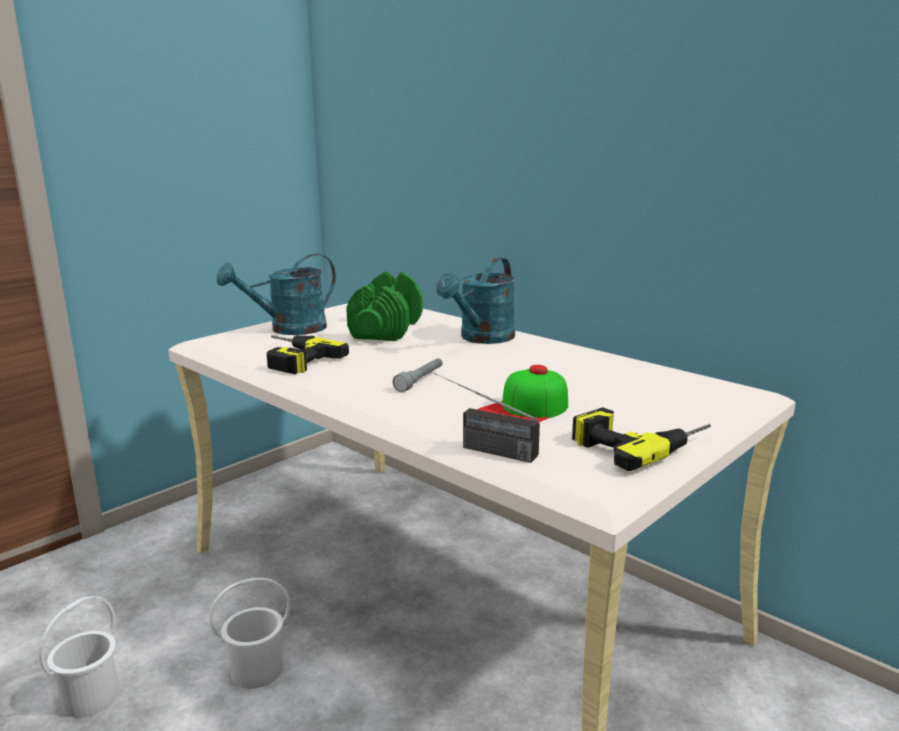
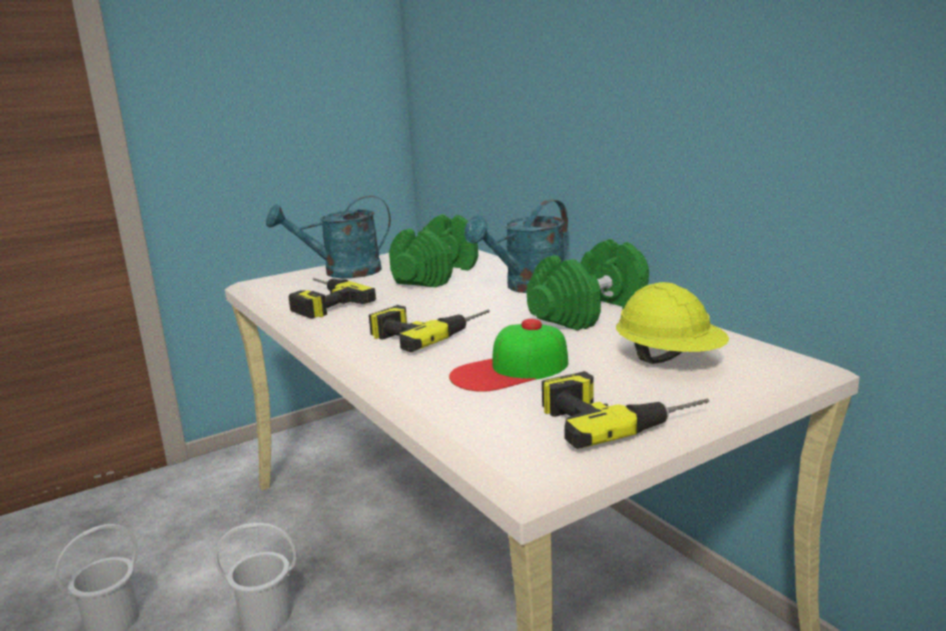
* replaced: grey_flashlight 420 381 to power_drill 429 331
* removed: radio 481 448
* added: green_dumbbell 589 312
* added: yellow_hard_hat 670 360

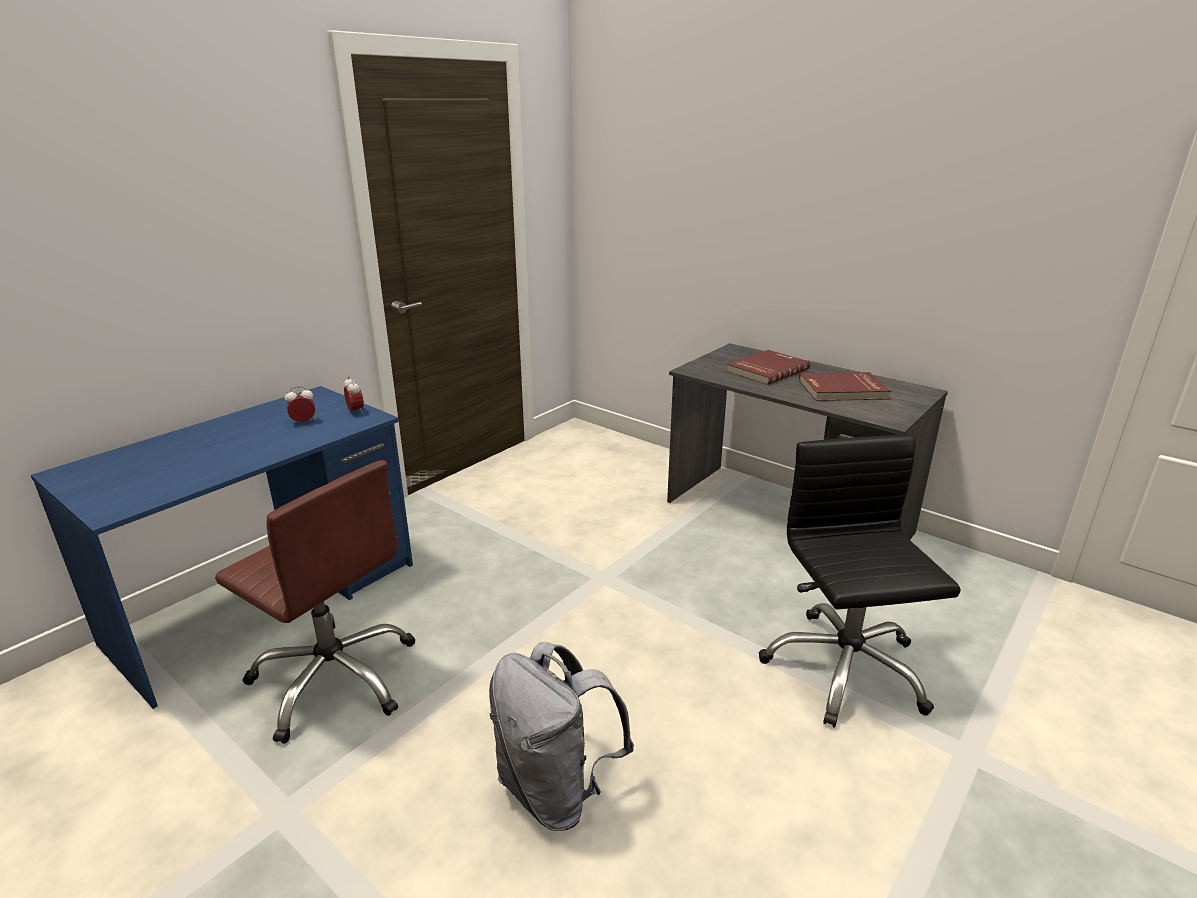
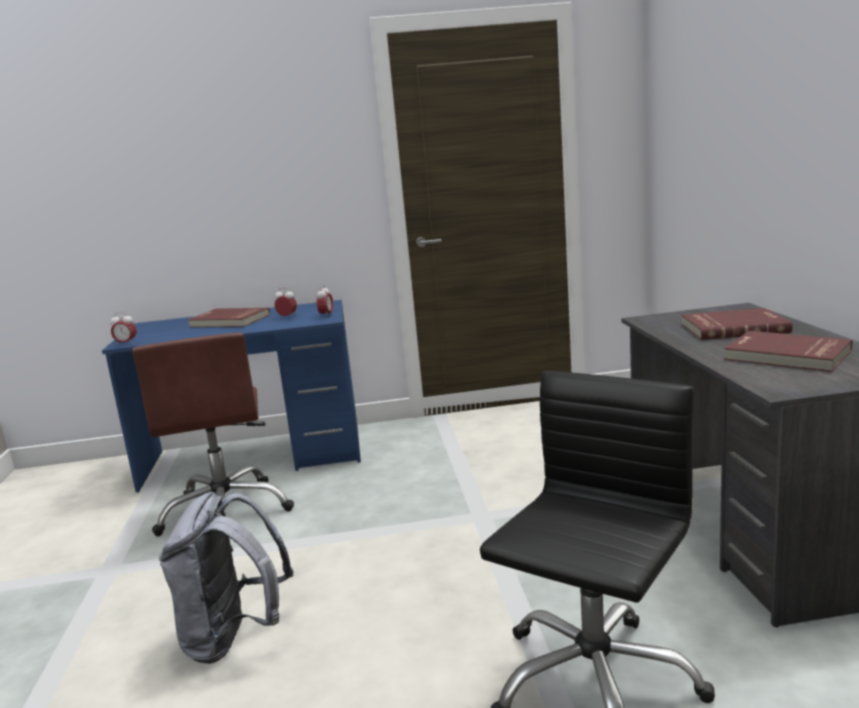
* added: alarm_clock 126 344
* added: red_book 229 321

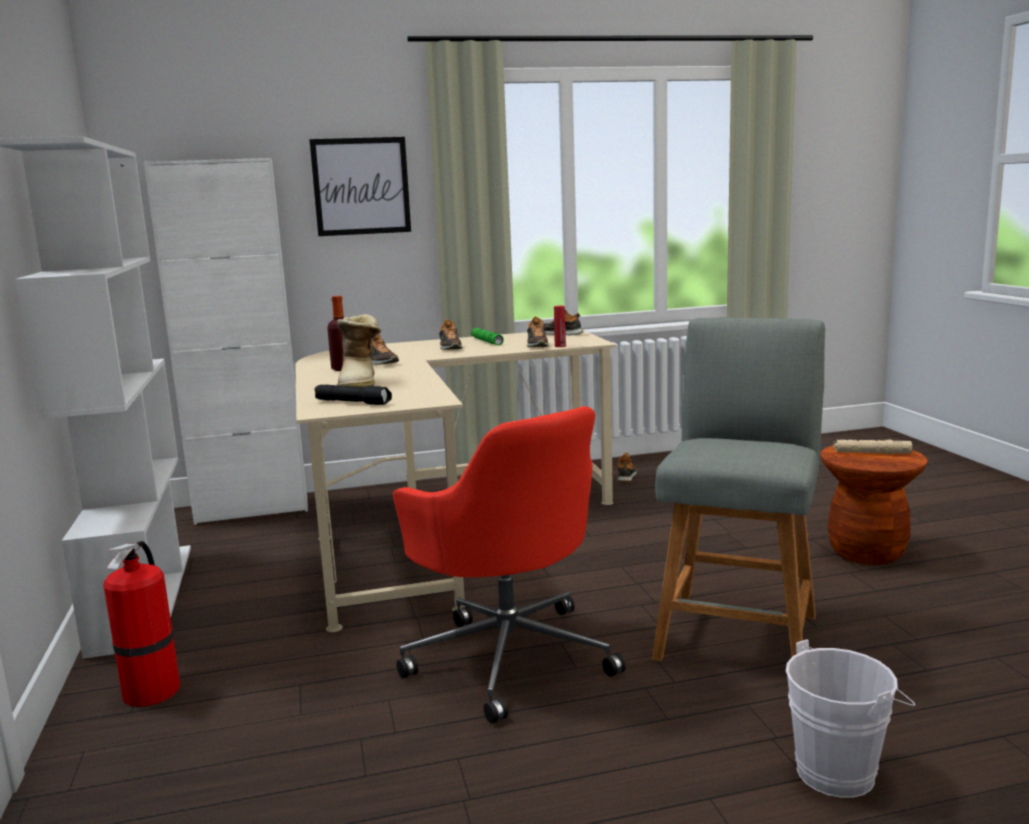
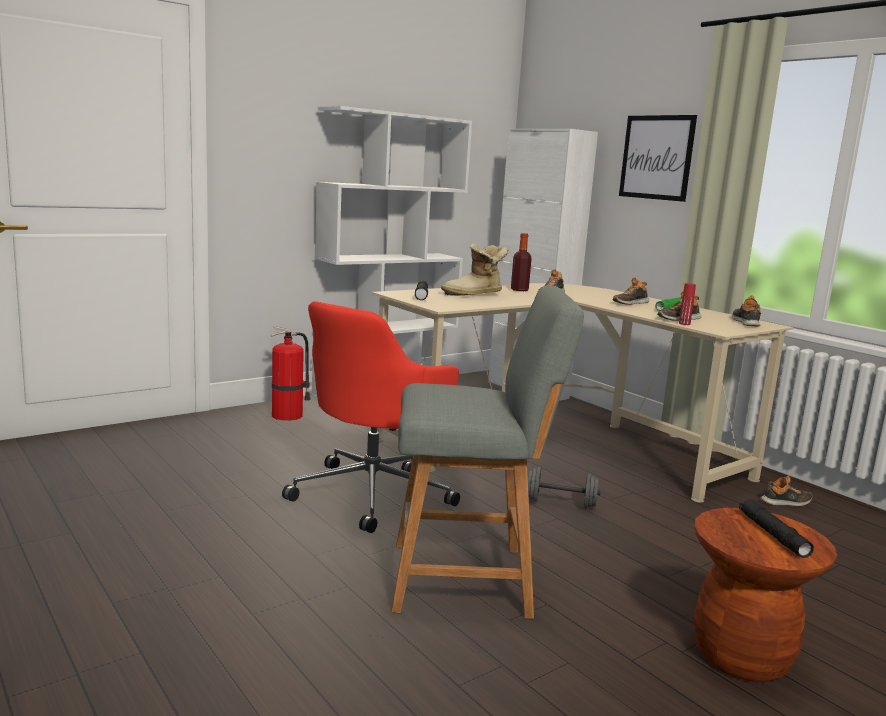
* removed: white_bucket 842 770
* recoloured: beige_flashlight 871 453 to black_flashlight 772 534
* added: grey_dumbbell 560 503

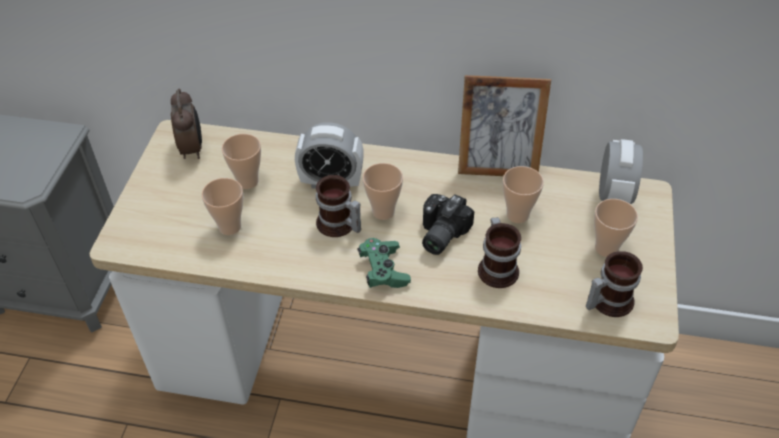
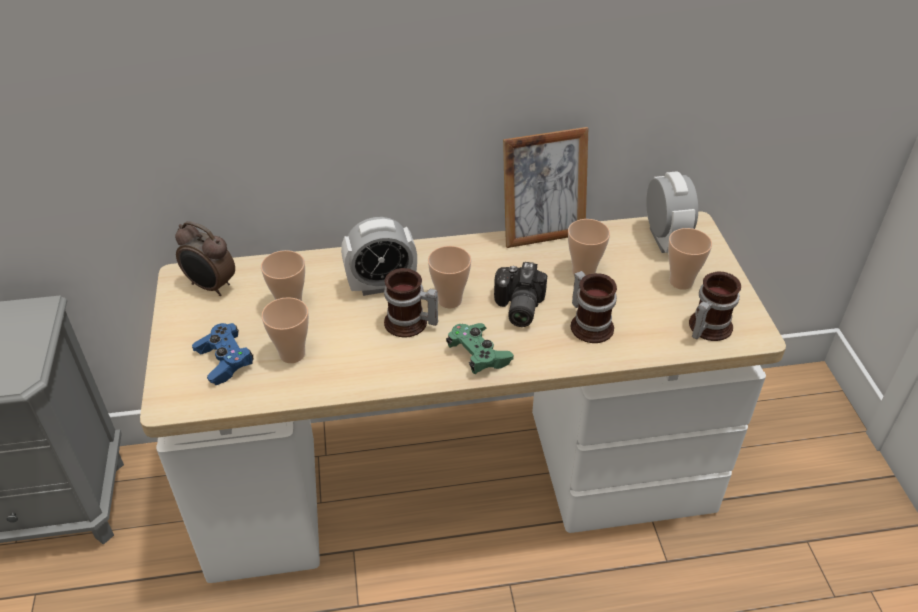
* turned: alarm_clock 192 148 = 211 287 150 degrees clockwise
* added: blue_game_controller 225 361

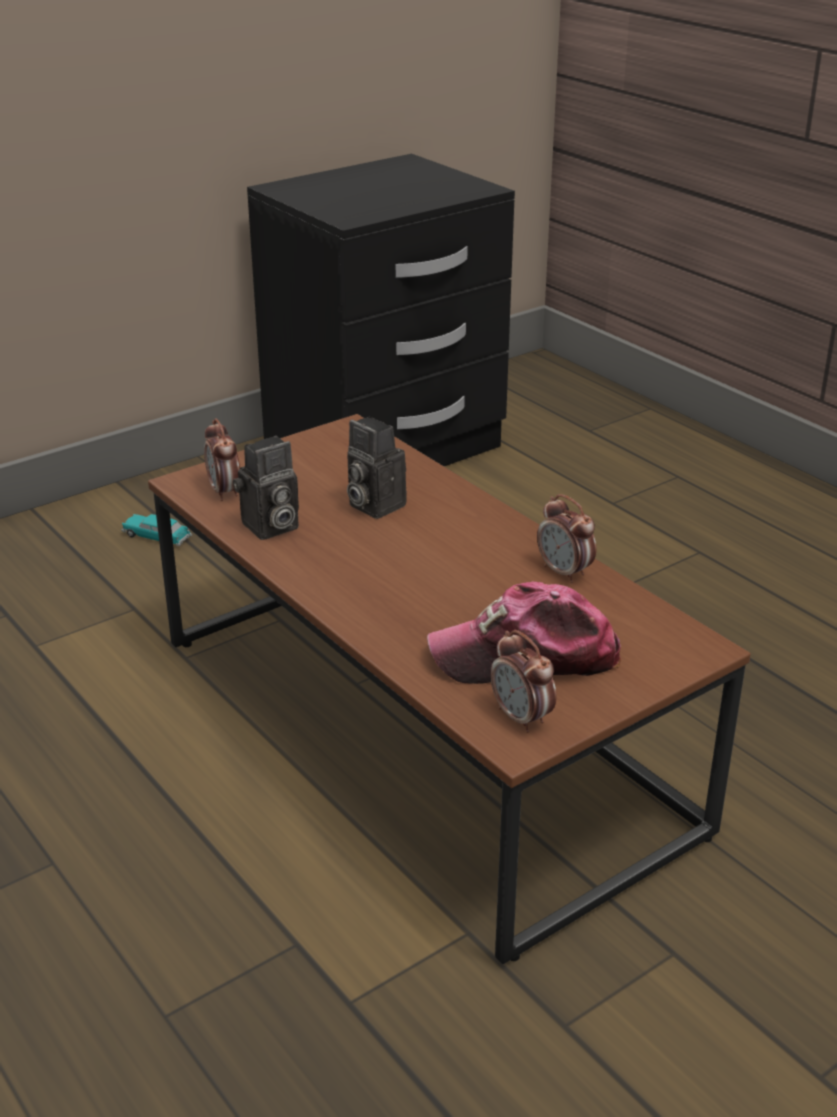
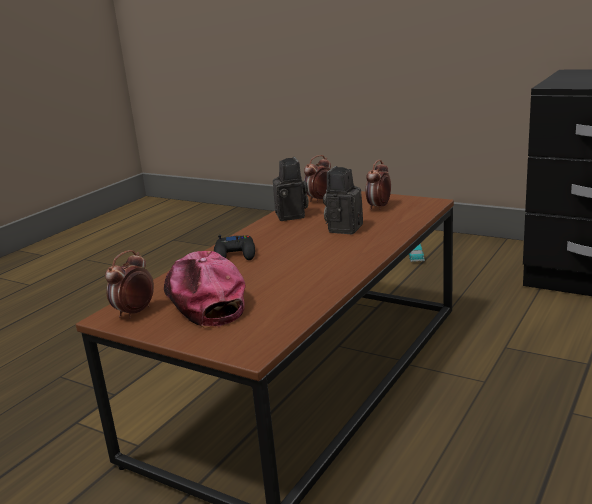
* turned: photo_camera 269 528 = 292 216 135 degrees counterclockwise
* moved: alarm_clock 564 572 to 379 207
* added: black_game_controller 235 254

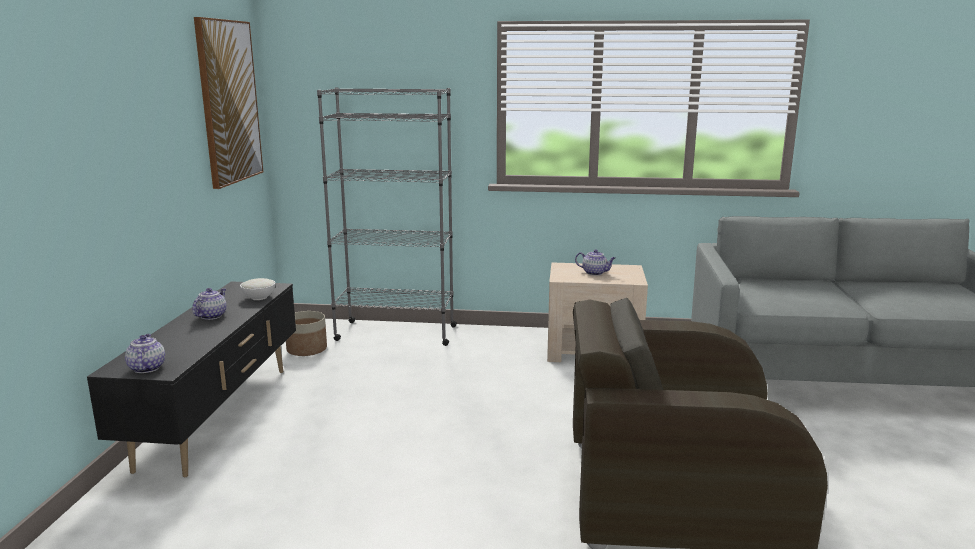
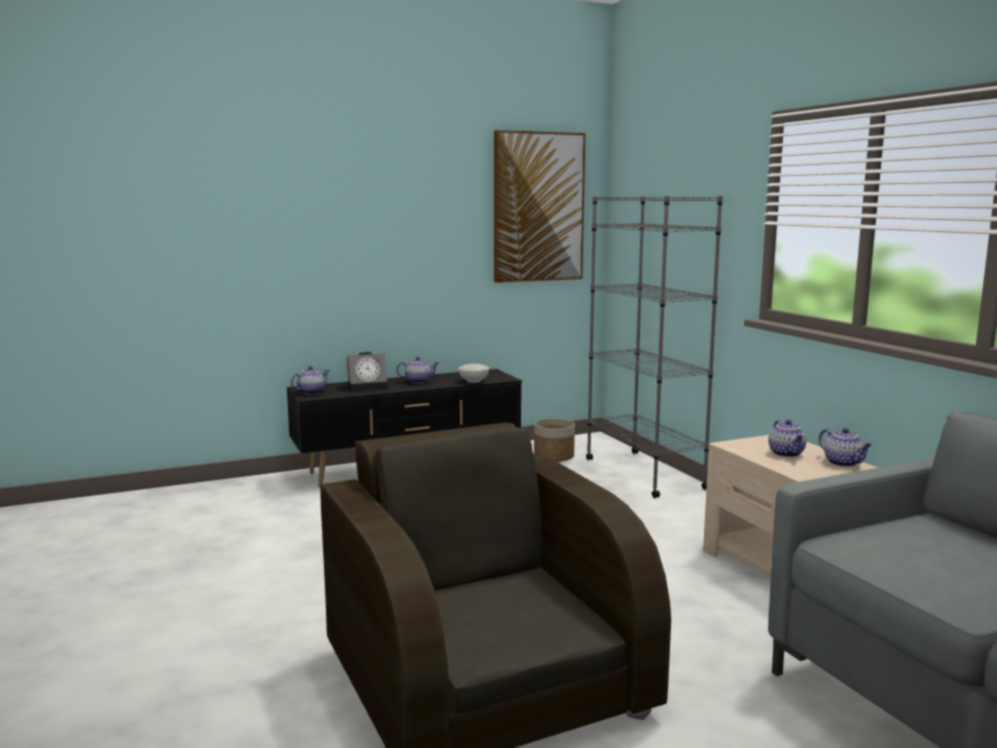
* added: alarm_clock 368 386
* added: teapot 843 463

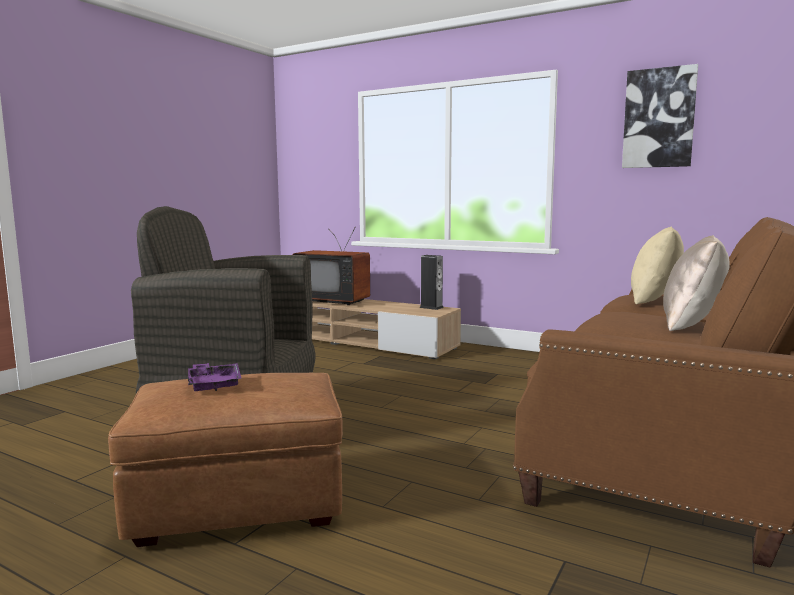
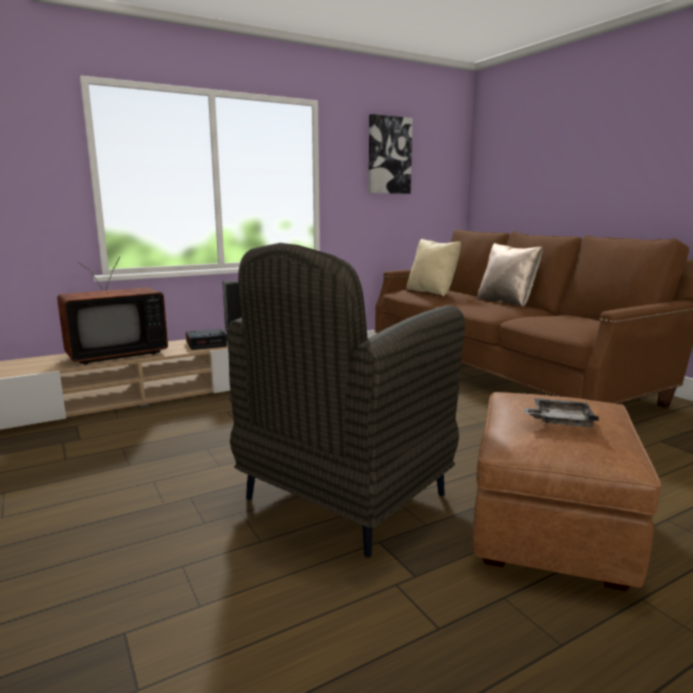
* recoloured: purple_tray 214 384 to grey_tray 560 421
* added: alarm_clock 206 344

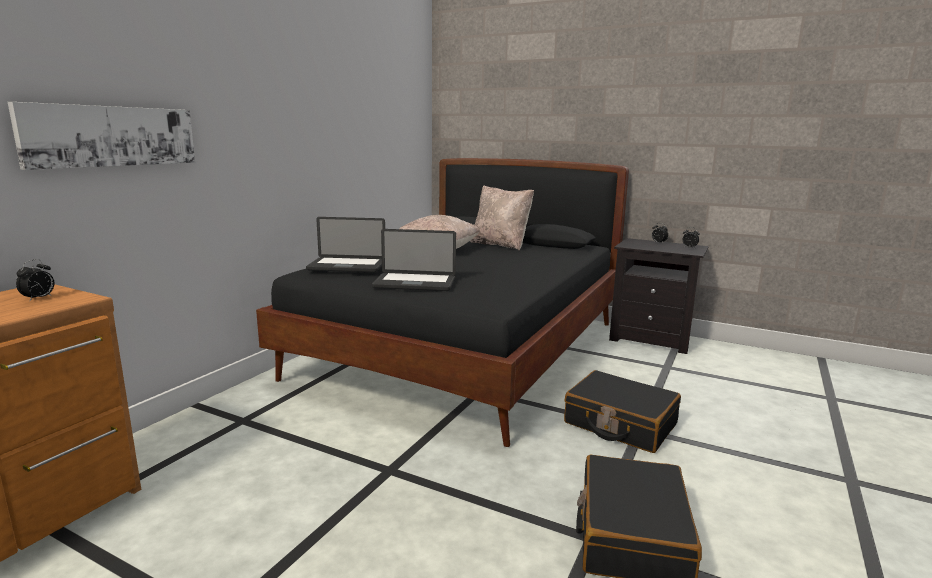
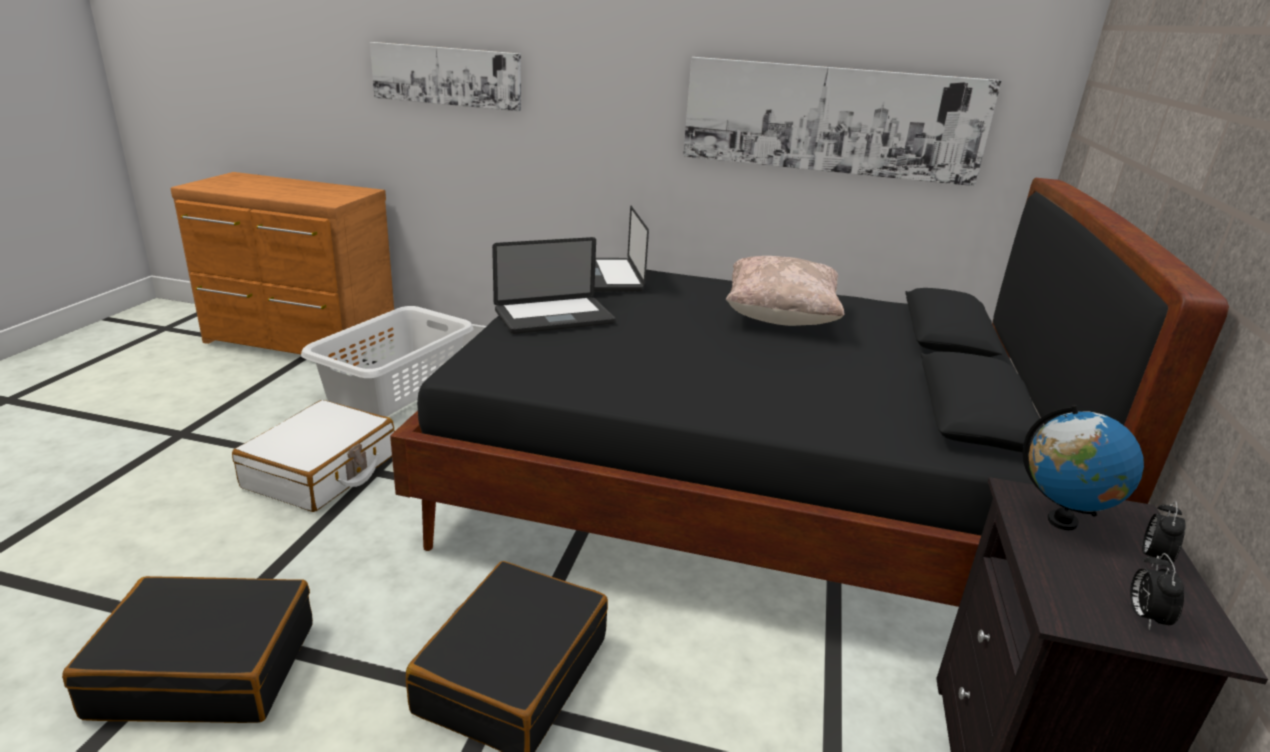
* removed: alarm_clock 39 298
* turned: laptop 414 283 = 554 317 105 degrees counterclockwise
* removed: beige_pillow 500 245
* added: white_suitcase 322 471
* added: white_laundry_basket 397 387
* added: picture 832 120
* added: globe 1061 521

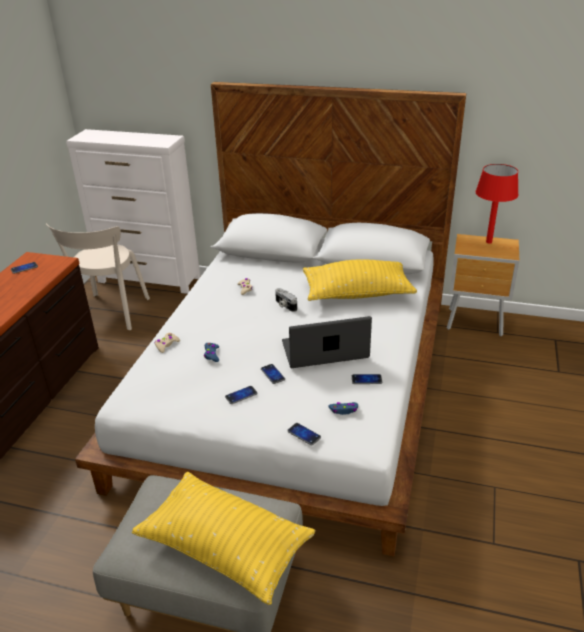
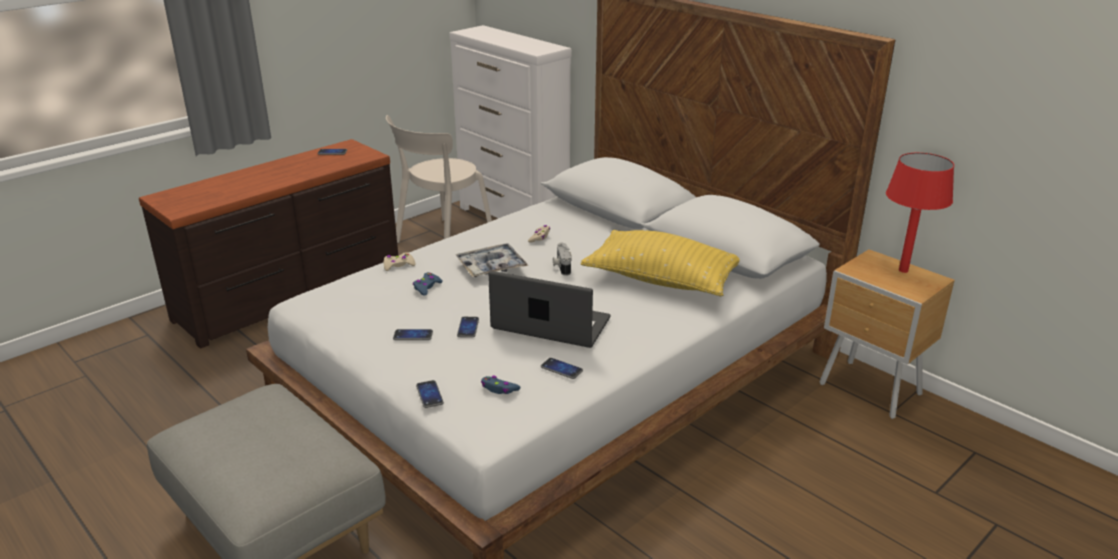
* removed: yellow_pillow 225 547
* added: tray 491 267

